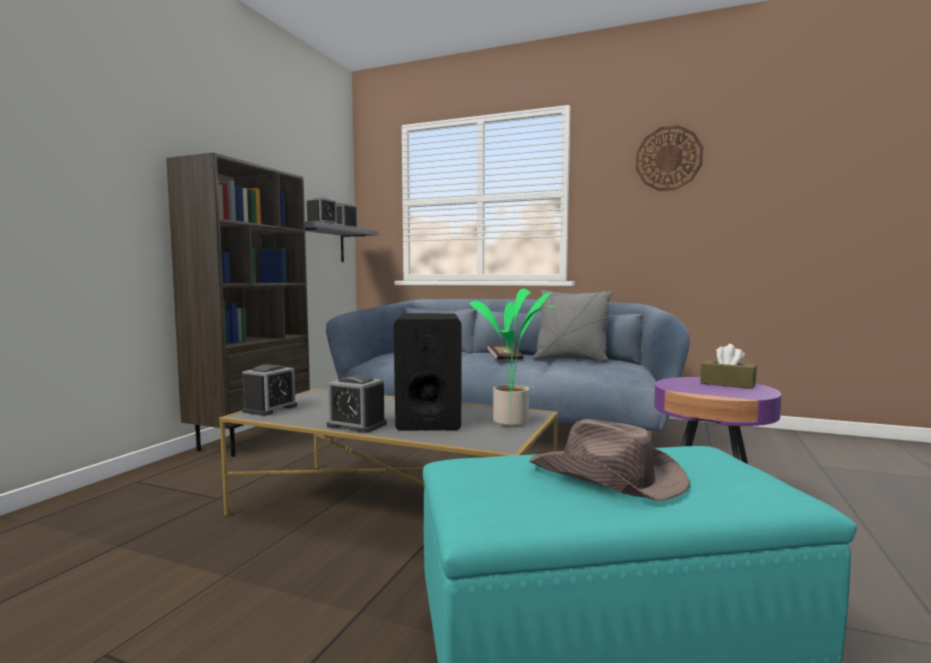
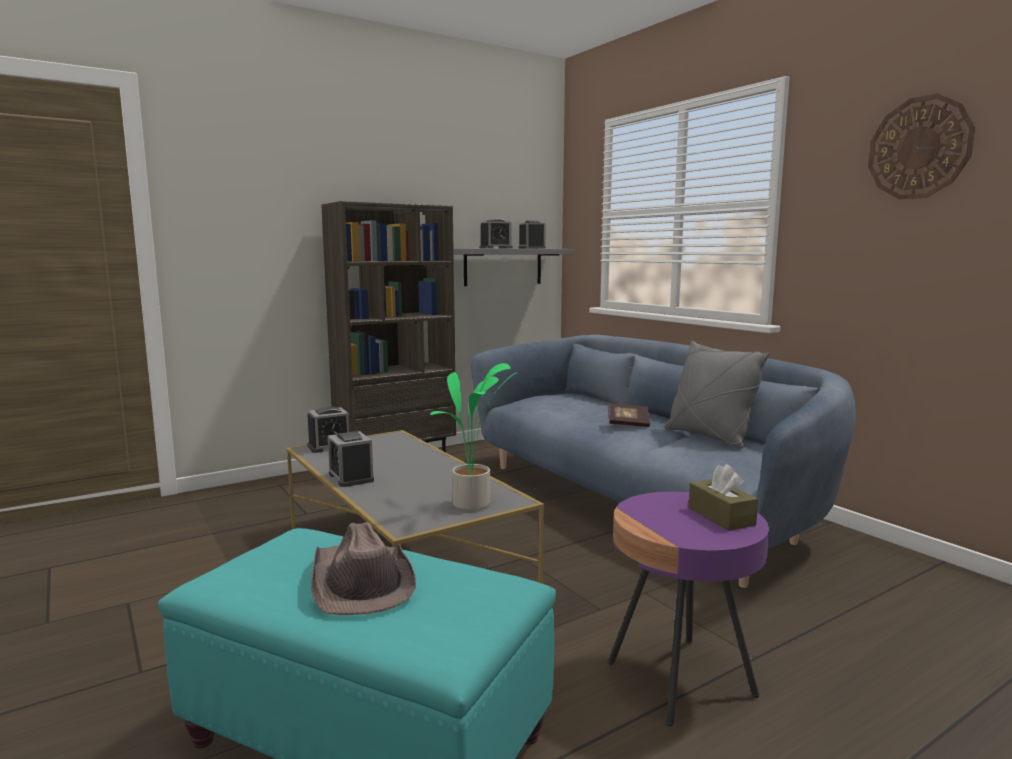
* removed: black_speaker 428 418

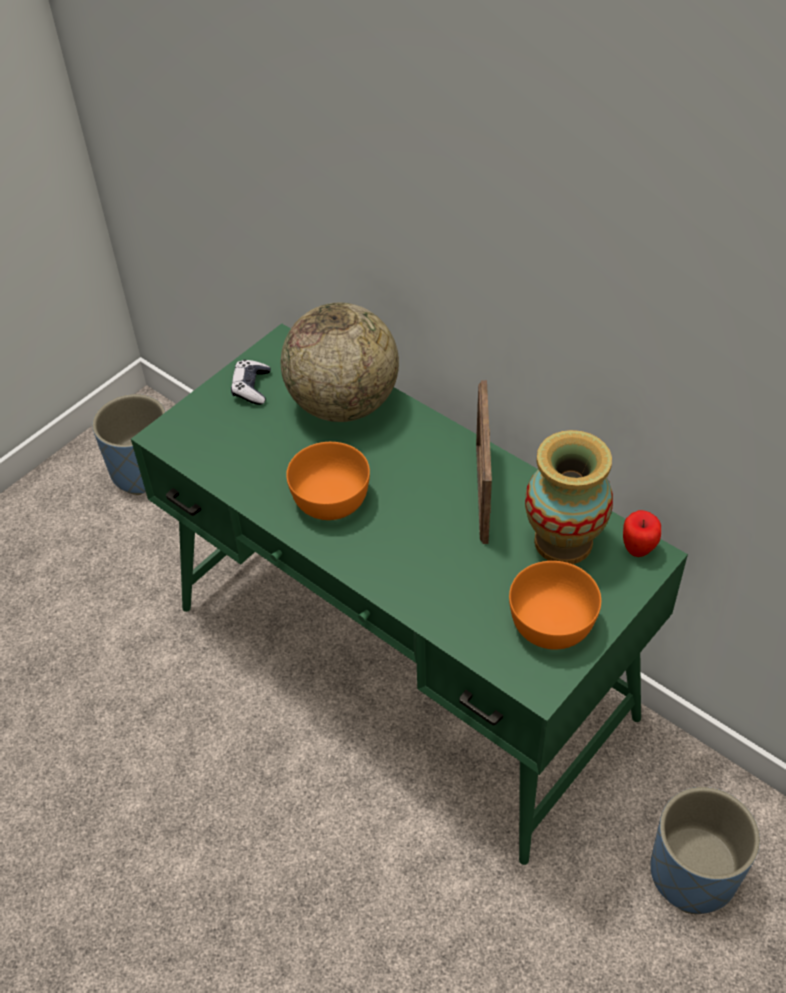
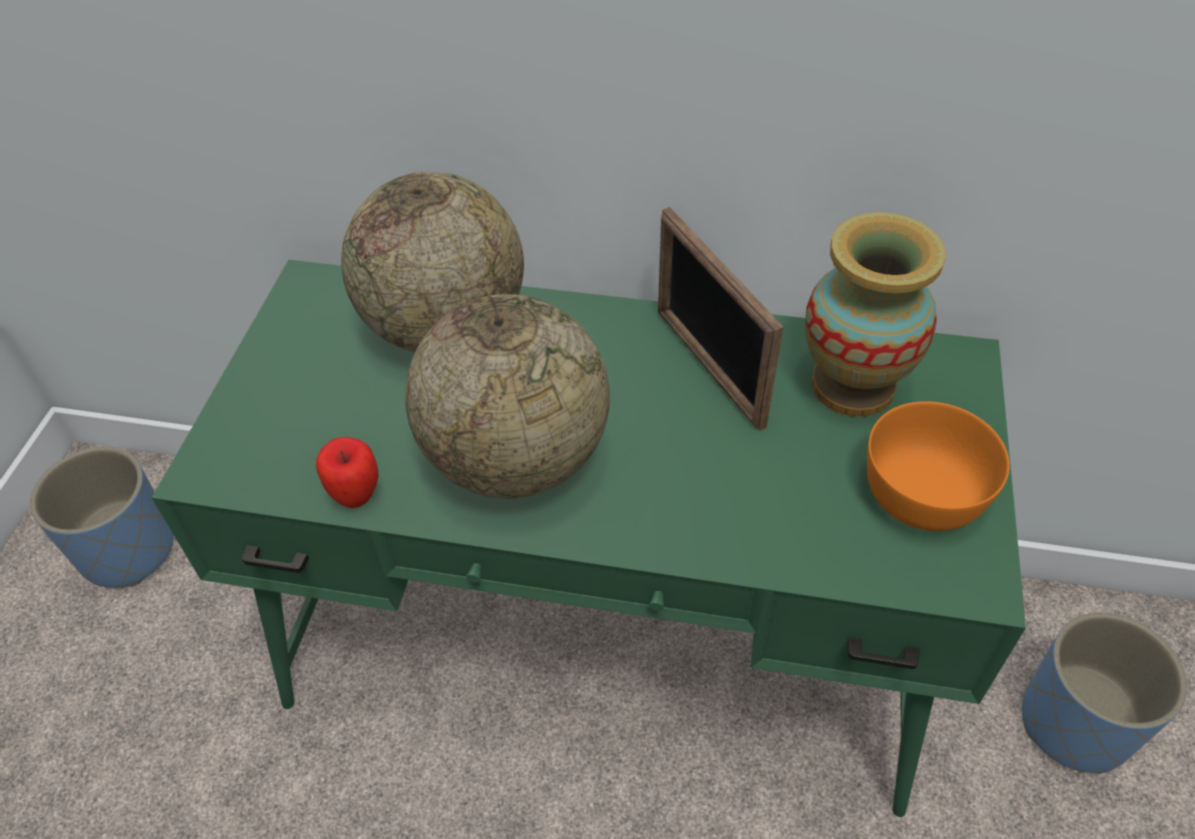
* removed: game_controller 251 388
* replaced: orange_bowl 330 499 to globe 516 459
* moved: apple 638 549 to 356 495

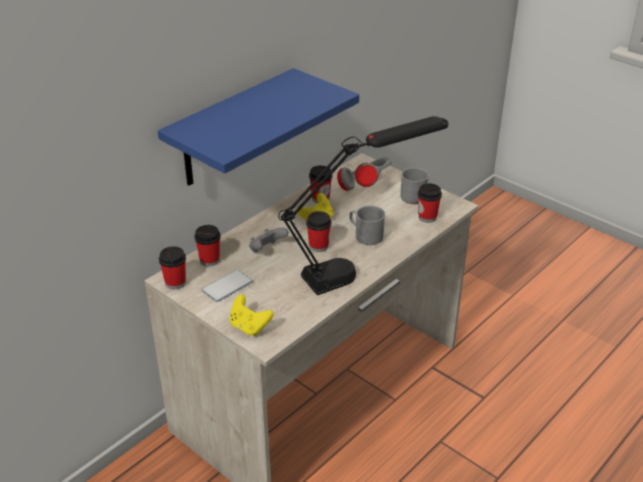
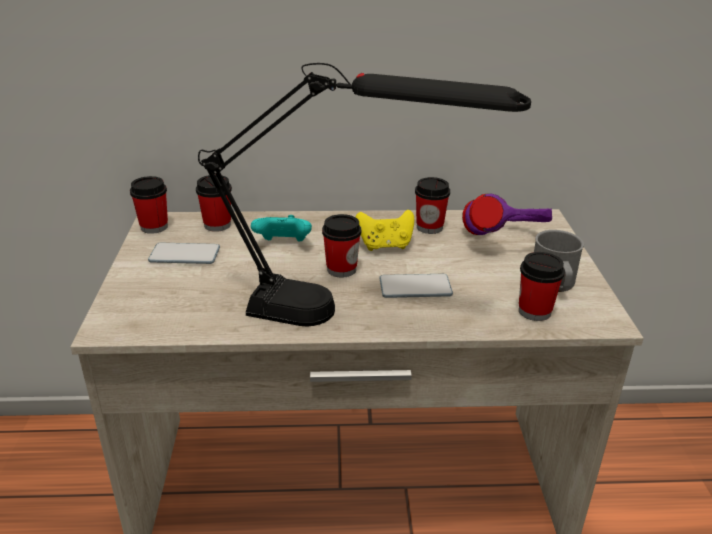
* removed: blue_shelf 232 129
* removed: yellow_game_controller 249 327
* recoloured: grey_game_controller 267 250 to turquoise_game_controller 283 244
* recoloured: grey_headphones 366 187 to purple_headphones 504 242
* replaced: grey_mug 365 235 to phone 415 287

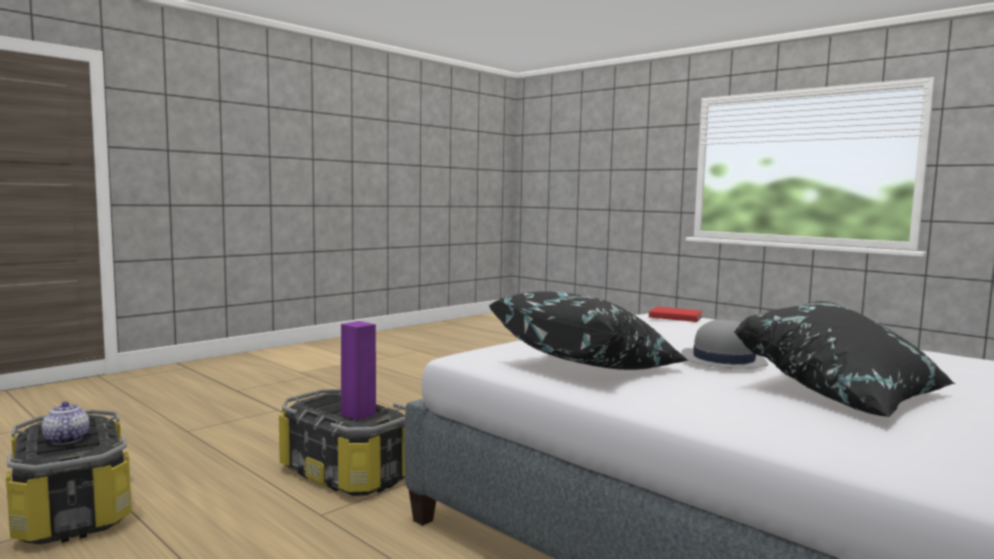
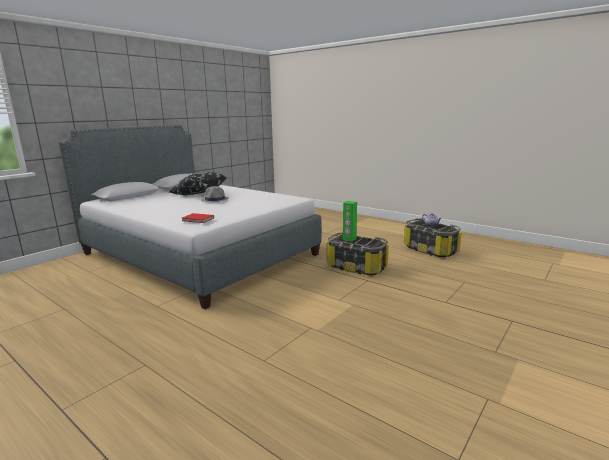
* recoloured: purple_speaker 359 414 to green_speaker 349 239
* removed: black_pillow 587 367

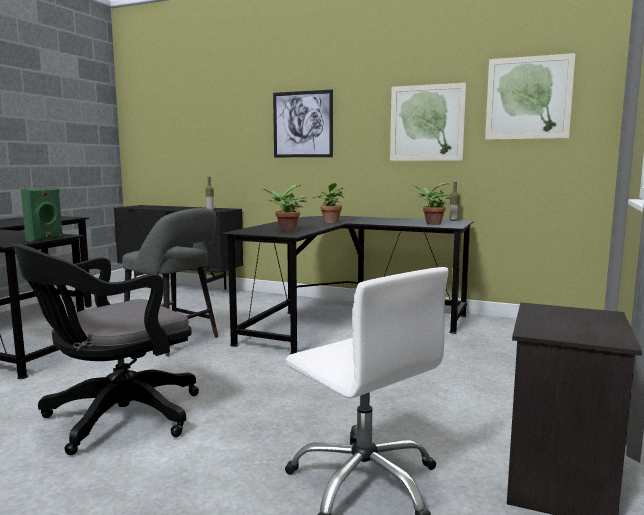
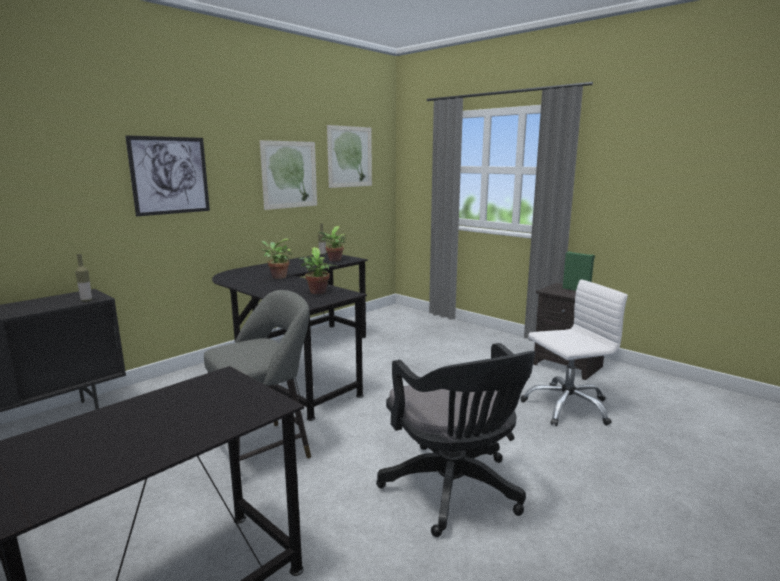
* moved: green_speaker 45 239 to 576 290

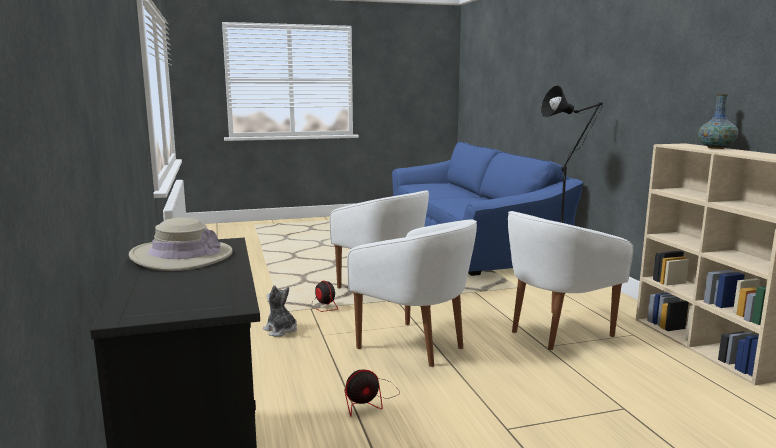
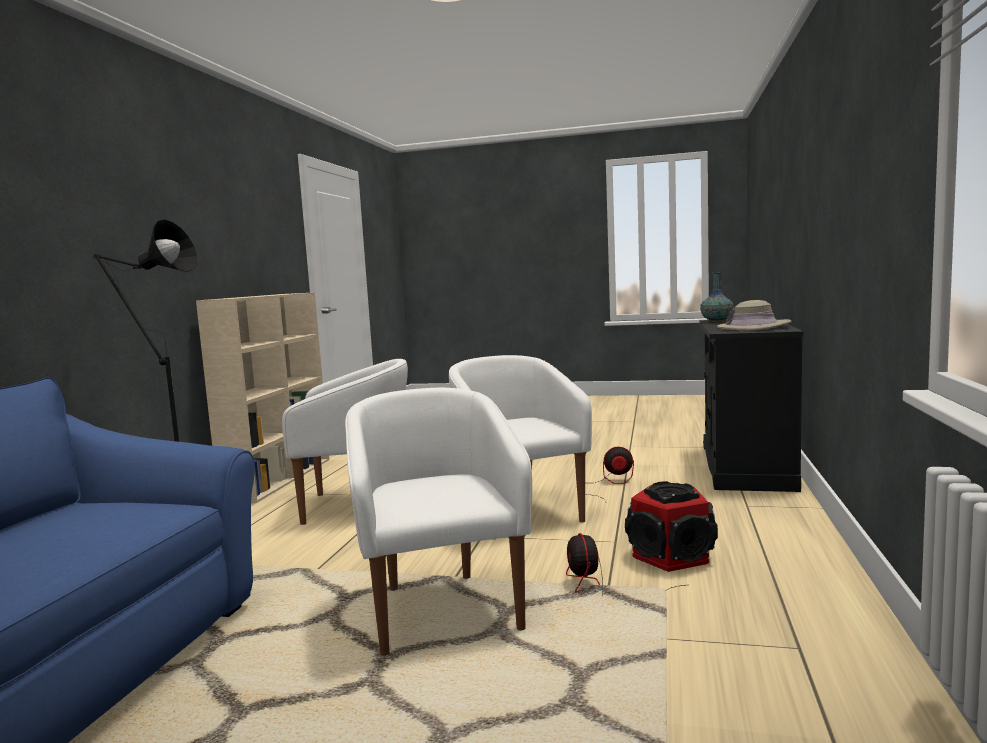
* replaced: plush_toy 281 331 to speaker 671 556
* moved: vase 716 148 to 716 321

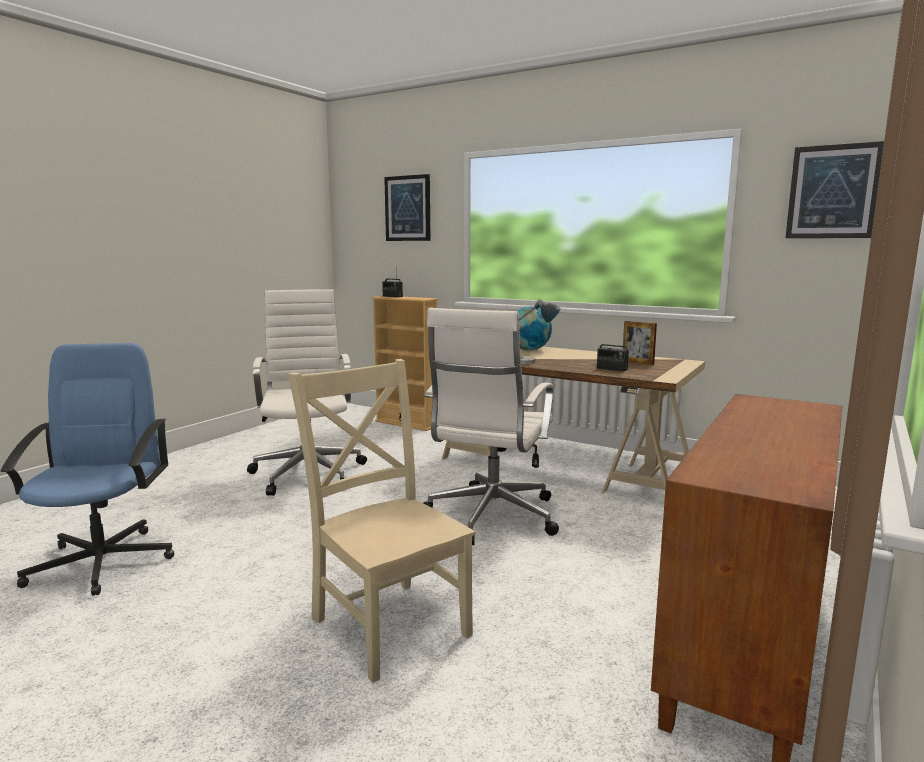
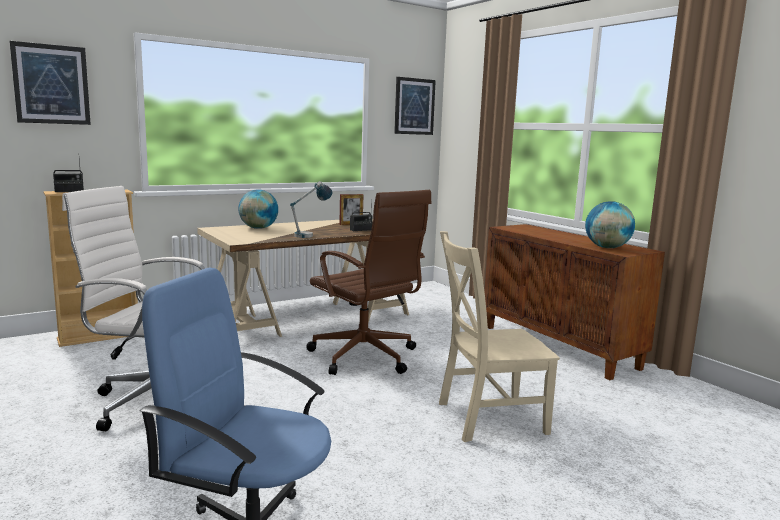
* recoloured: white_office_chair 490 517 to brown_office_chair 365 357
* added: globe 607 247

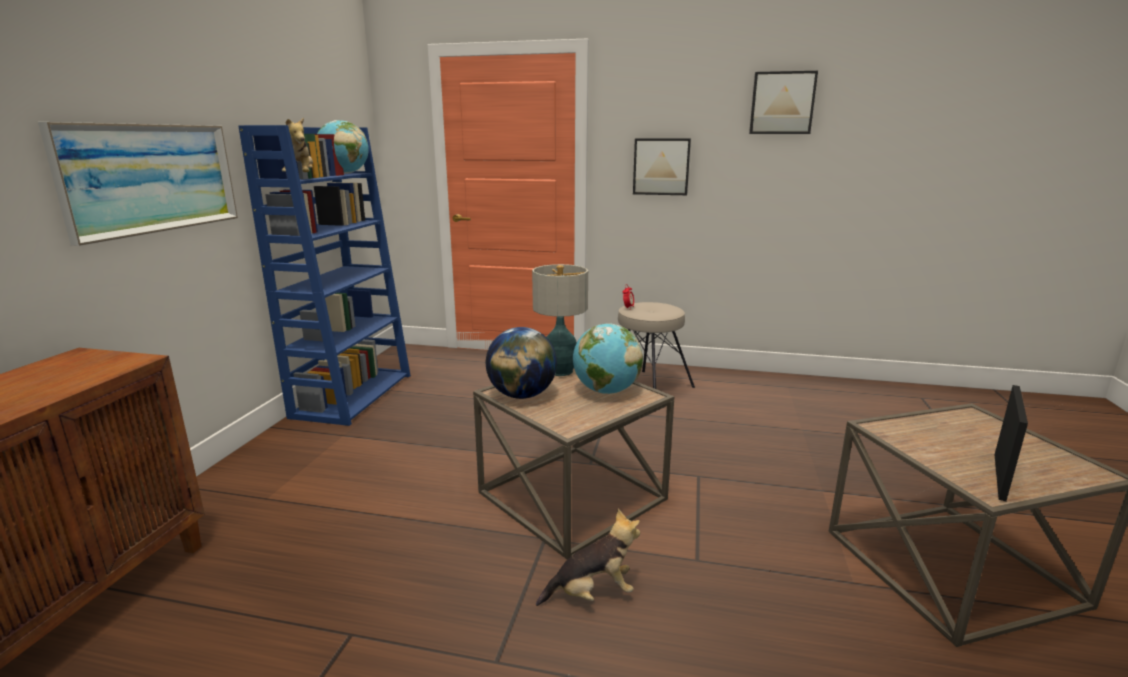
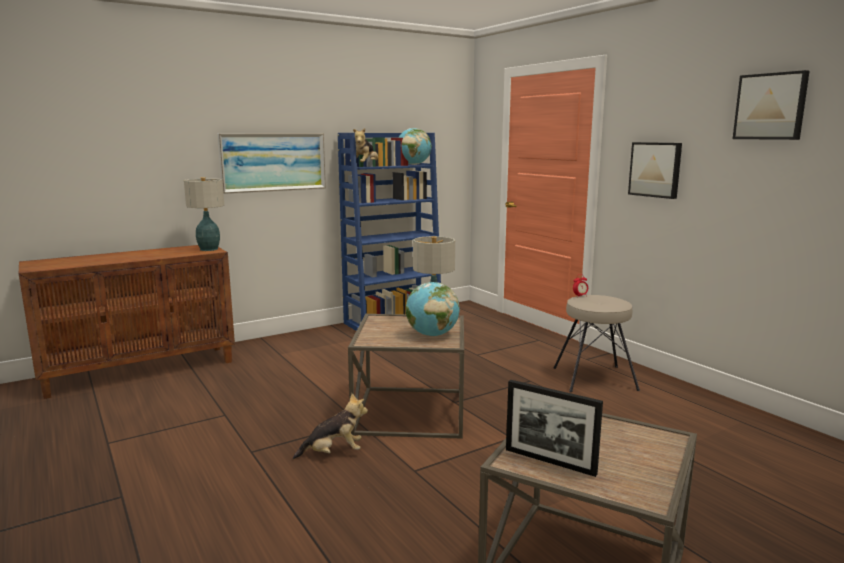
* removed: globe 522 395
* turned: plush_toy 592 593 = 334 453 45 degrees counterclockwise
* turned: picture_frame 999 476 = 549 461 45 degrees clockwise
* added: table_lamp 208 249

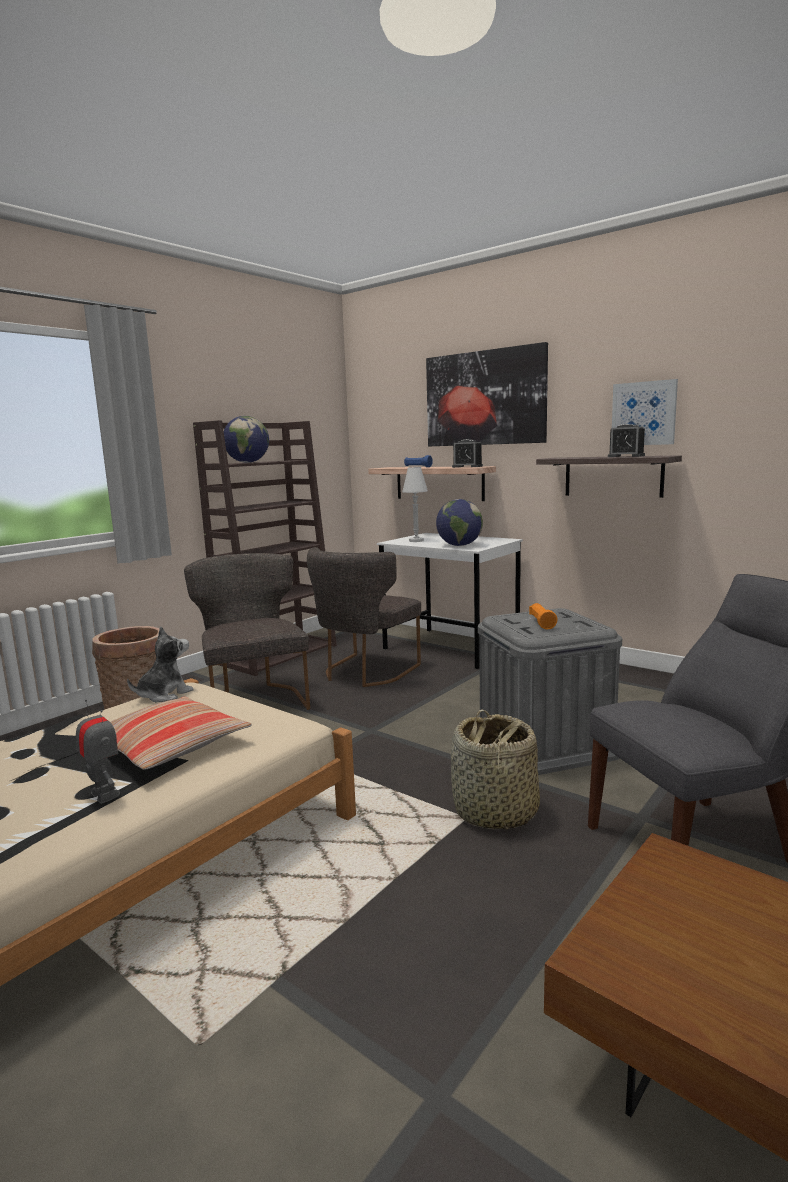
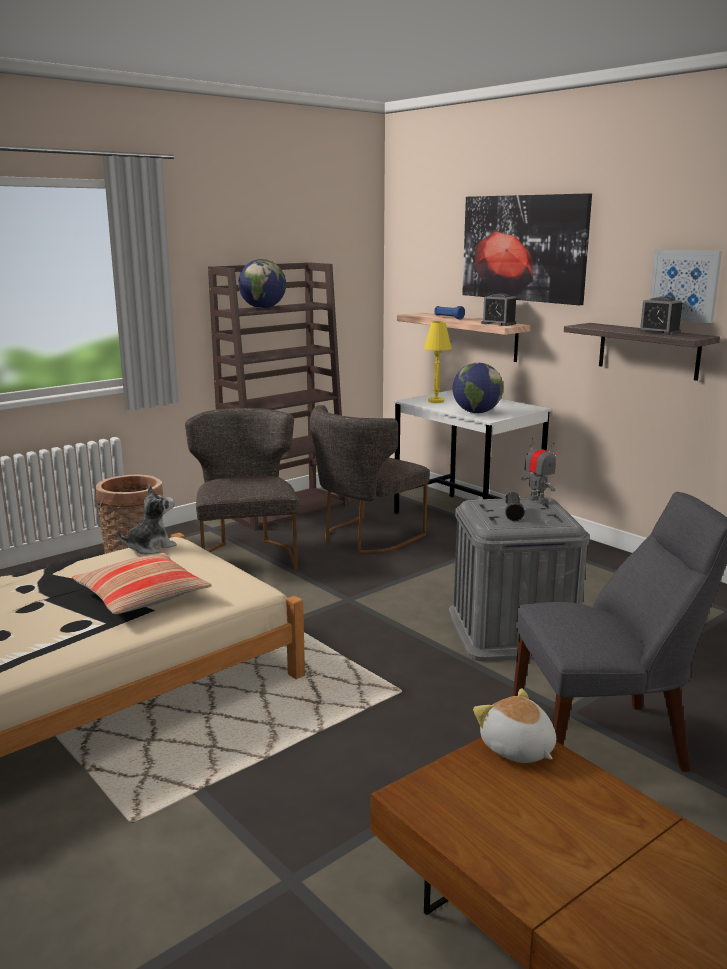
* moved: toy_robot 104 795 to 537 500
* recoloured: white_table_lamp 416 541 to yellow_table_lamp 436 401
* removed: basket 494 812
* recoloured: orange_flashlight 541 623 to black_flashlight 513 513
* added: plush_toy 517 749

